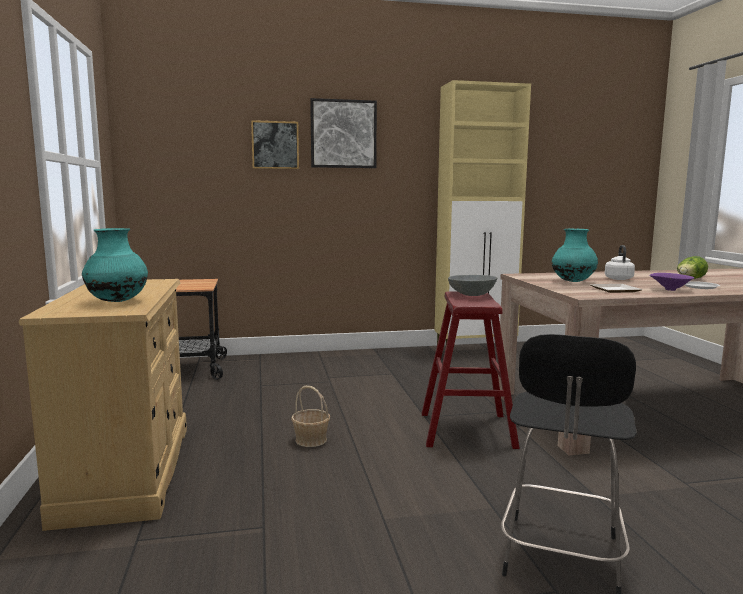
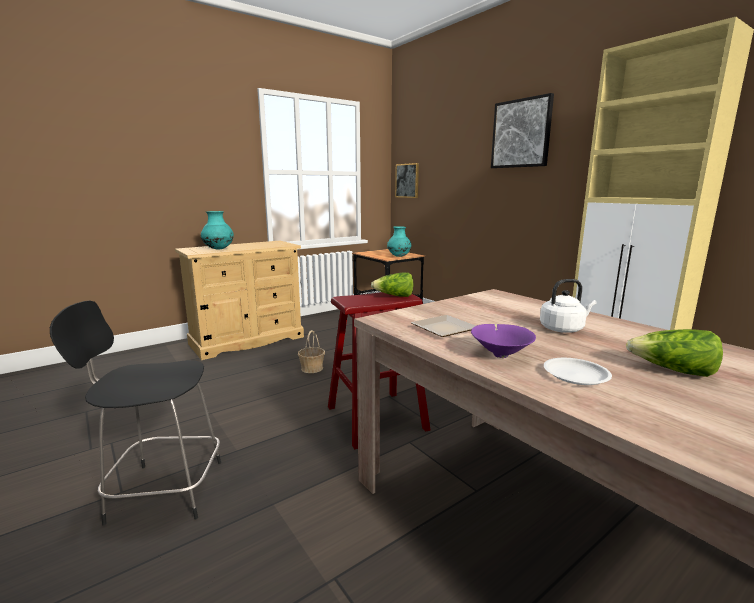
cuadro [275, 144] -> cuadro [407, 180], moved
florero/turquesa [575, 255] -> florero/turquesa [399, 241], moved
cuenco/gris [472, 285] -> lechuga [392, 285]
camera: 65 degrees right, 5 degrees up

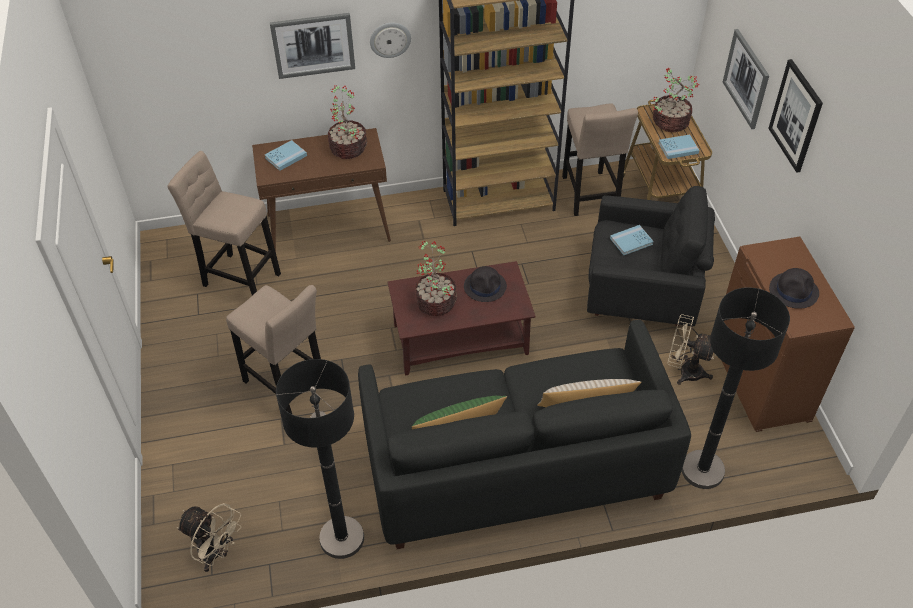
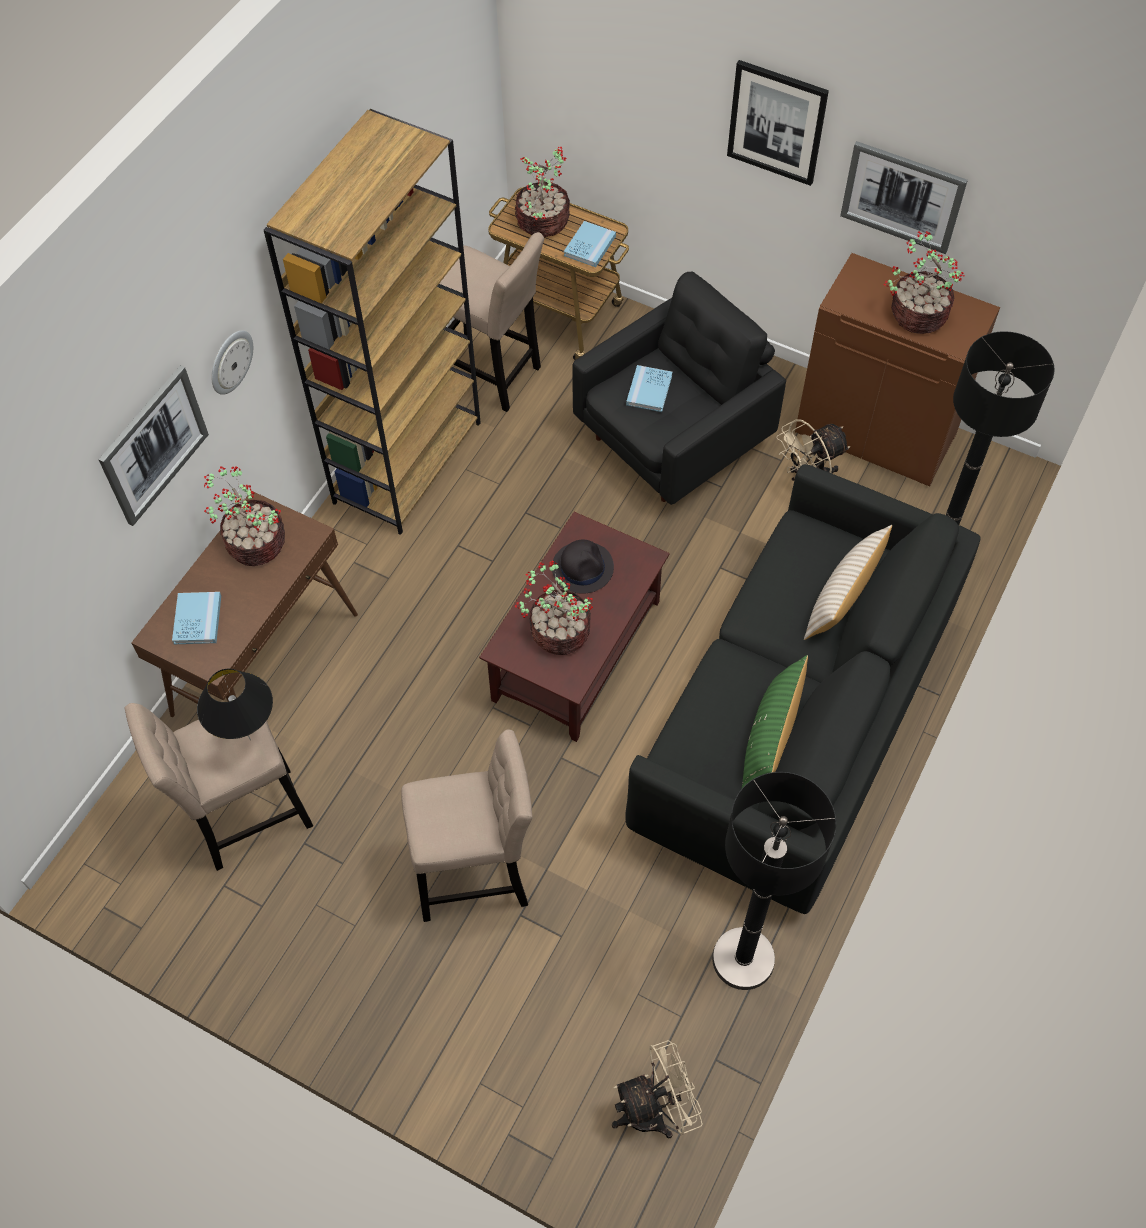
none -> lámpara de mesa/negro [235, 704]
cuadro [746, 79] -> cuadro [904, 197], moved
sombrero/negro [794, 288] -> planta en maceta [924, 282]
camera: 50 degrees left, 10 degrees up

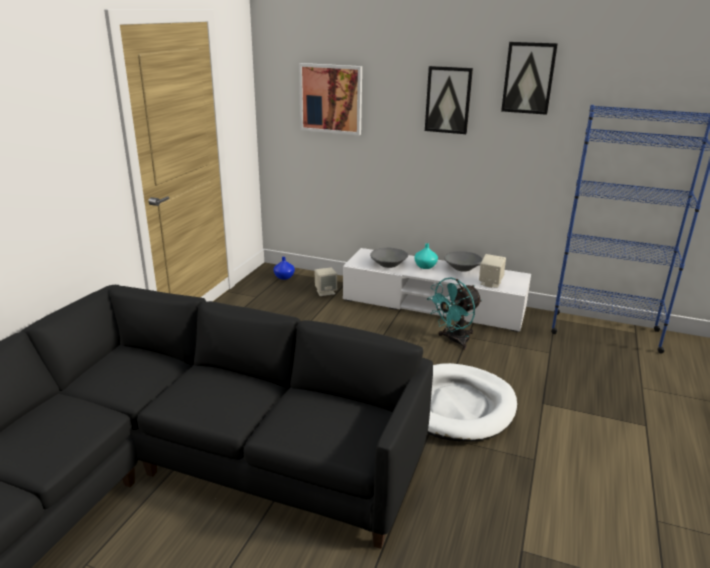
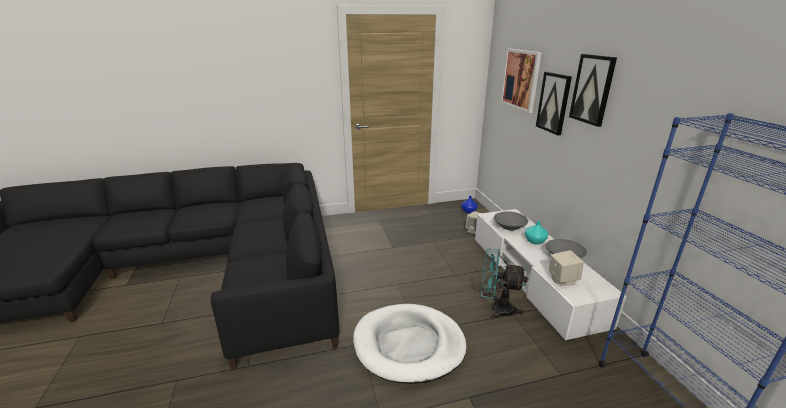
cuadro [529, 78] -> cuadro [554, 103], moved
camera: 55 degrees right, 0 degrees up

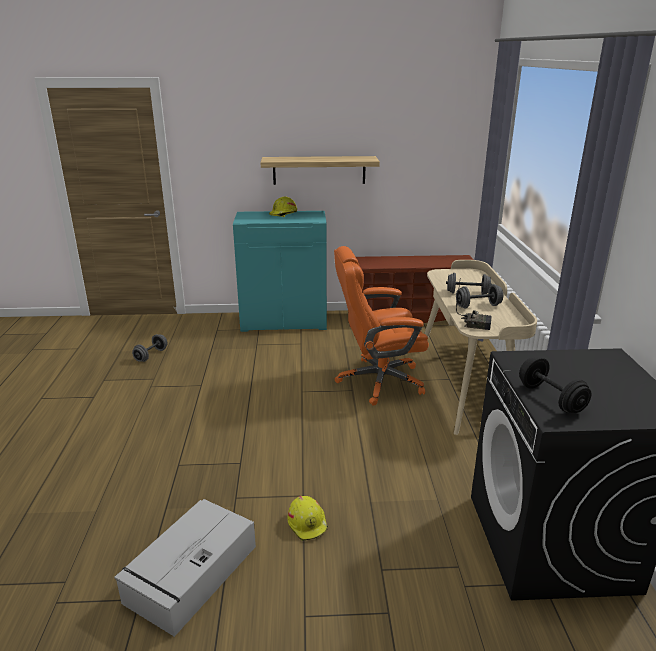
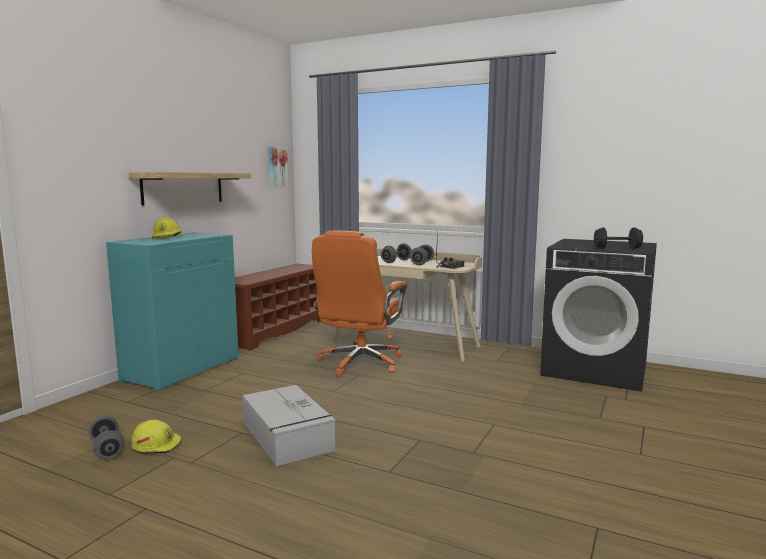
none -> cuadro [278, 166]
caja de almacenaje/gris [185, 568] -> caja de almacenaje/gris [289, 425], moved
casco/amarillo [308, 518] -> casco/amarillo [156, 437], moved
camera: 60 degrees left, 15 degrees down

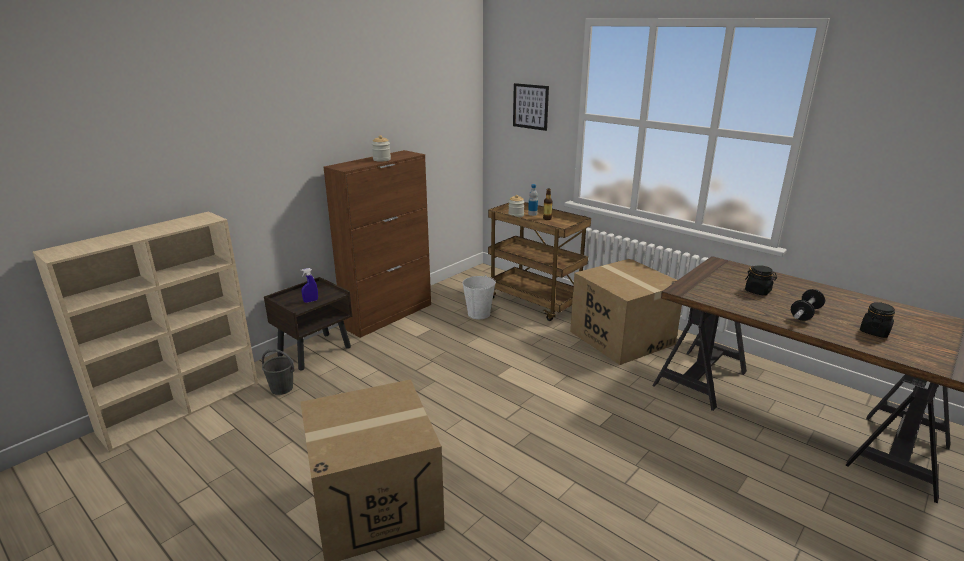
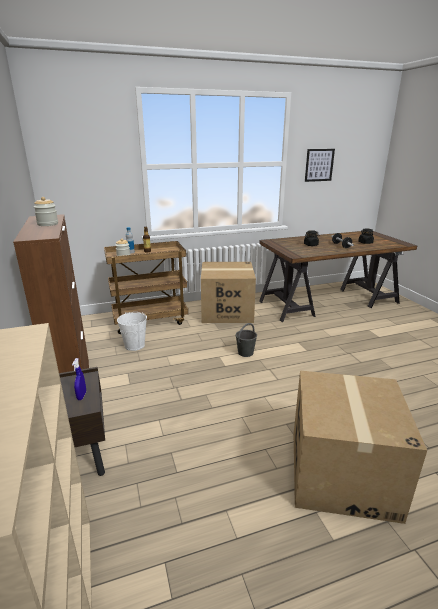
cubo/gris [278, 372] -> cubo/gris [246, 340], moved
cuadro [531, 107] -> cuadro [320, 165], moved
camera: 60 degrees left, 0 degrees up

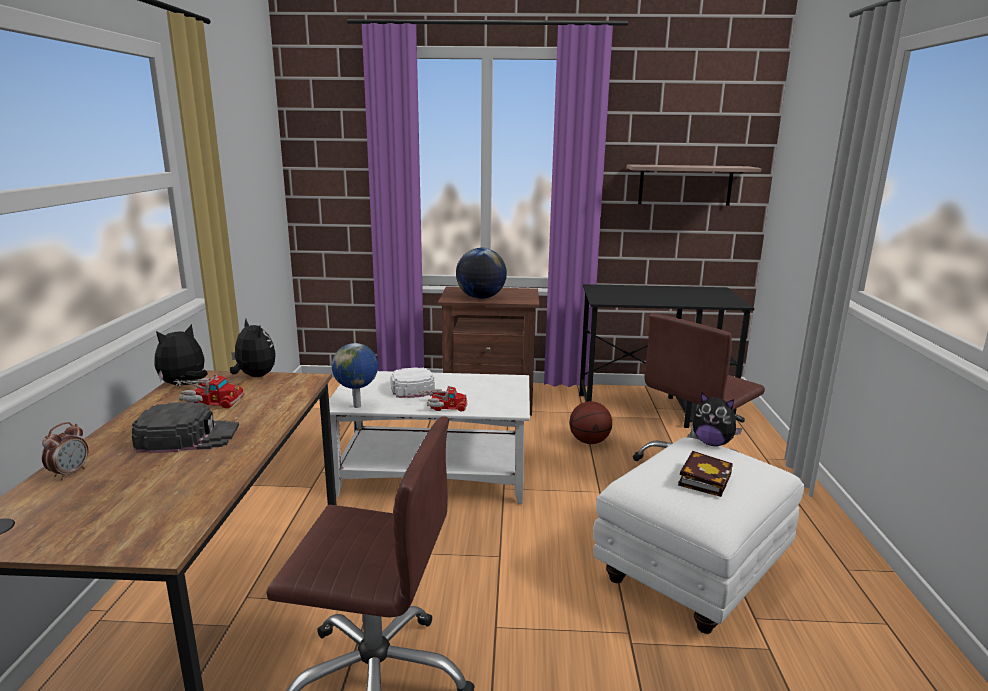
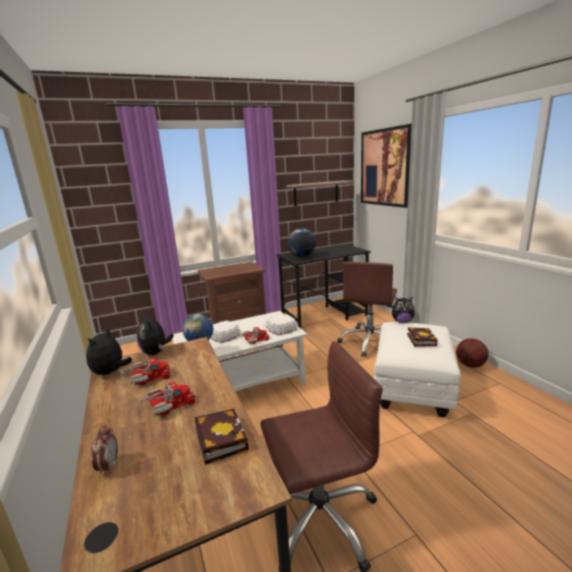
none -> libro [222, 437]
none -> gorra/blanco [280, 324]
none -> cuadro [386, 166]
globo terráqueo [481, 273] -> globo terráqueo [301, 242], moved
balón de baloncesto [590, 422] -> balón de baloncesto [472, 353], moved
gorra/negro [185, 427] -> camión de juguete [165, 398]
peluche [253, 348] -> peluche [155, 334], 135 degrees counterclockwise
camera: 25 degrees left, 0 degrees up

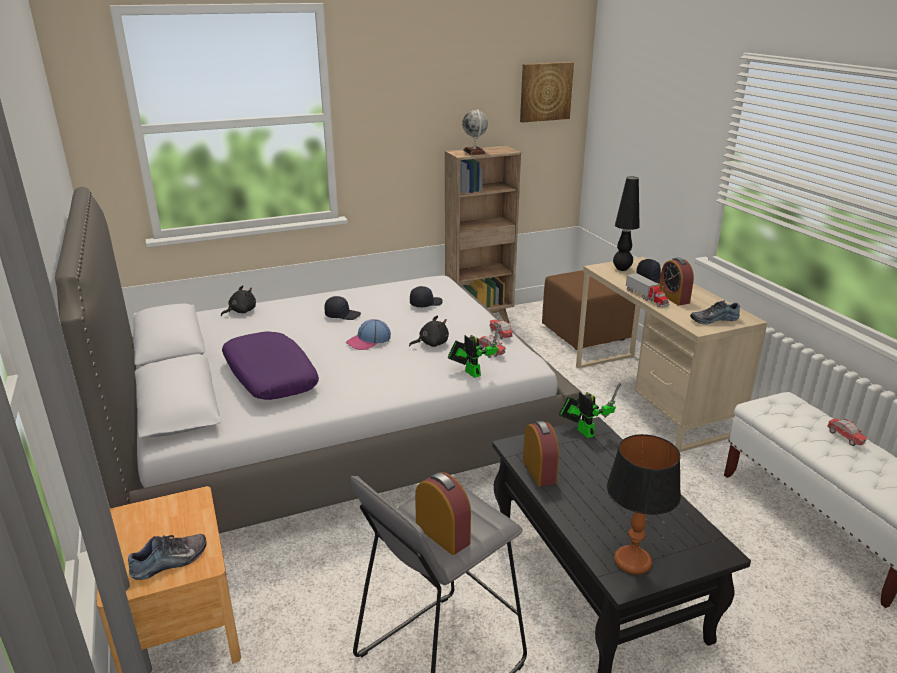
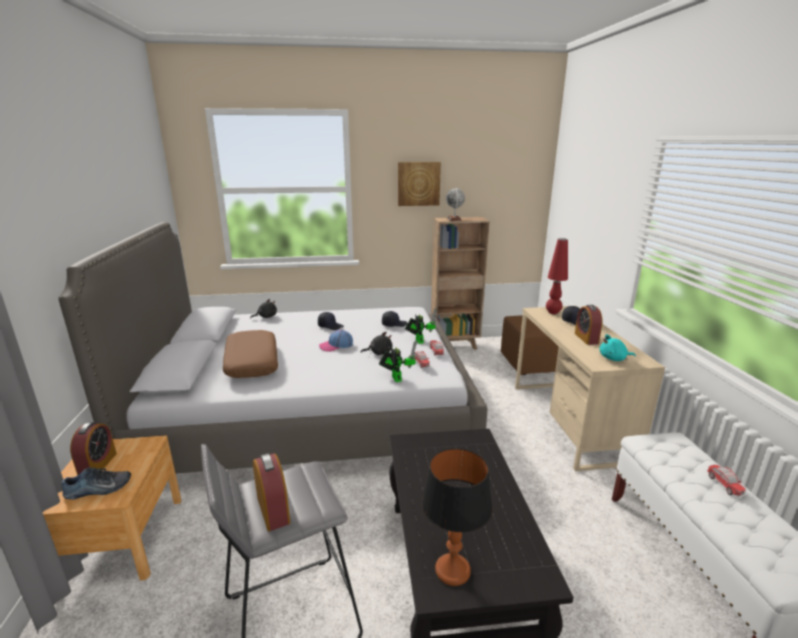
camión de juguete [648, 290] -> none
cuadro [547, 92] -> cuadro [419, 184], moved
despertador [541, 454] -> despertador [93, 449], moved
robot de juguete [590, 410] -> robot de juguete [421, 326], moved
zapato [715, 312] -> peluche/turquesa [618, 347]
cojín/morado [270, 366] -> cojín/marrón [250, 354]
lámpara de mesa/negro [626, 223] -> lámpara de mesa/rojo [557, 276]
camera: 15 degrees right, 5 degrees down

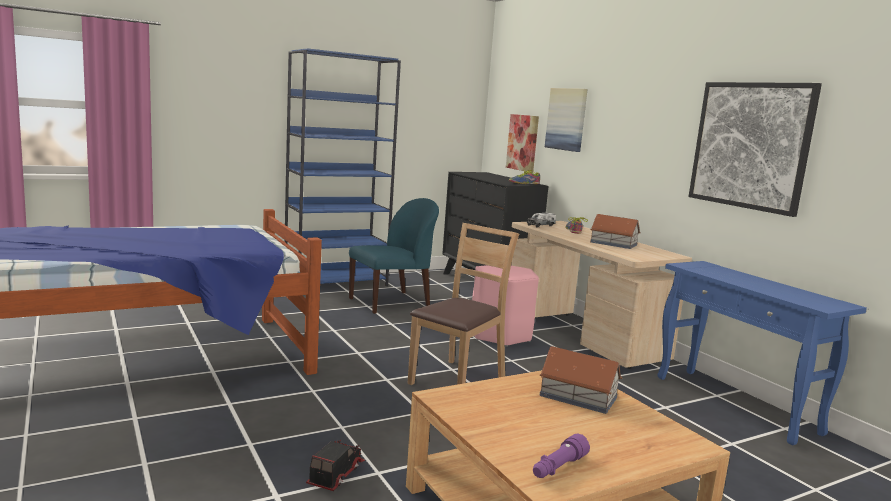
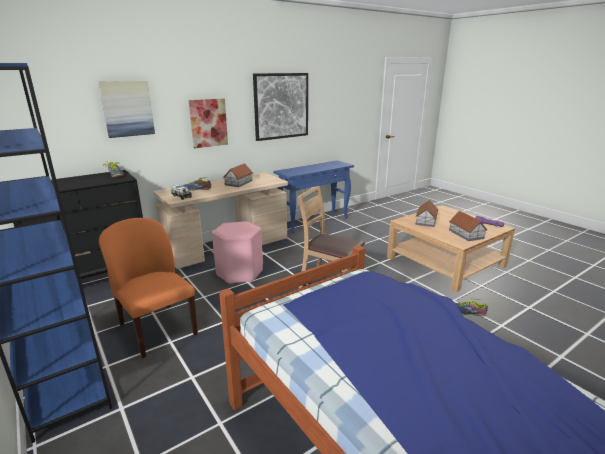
none -> casita [468, 226]
cuadro [522, 143] -> cuadro [208, 123], moved
camión de juguete [335, 465] -> zapato [471, 307]
silla/azul [394, 256] -> silla/naranja [148, 288]
camera: 95 degrees left, 10 degrees up

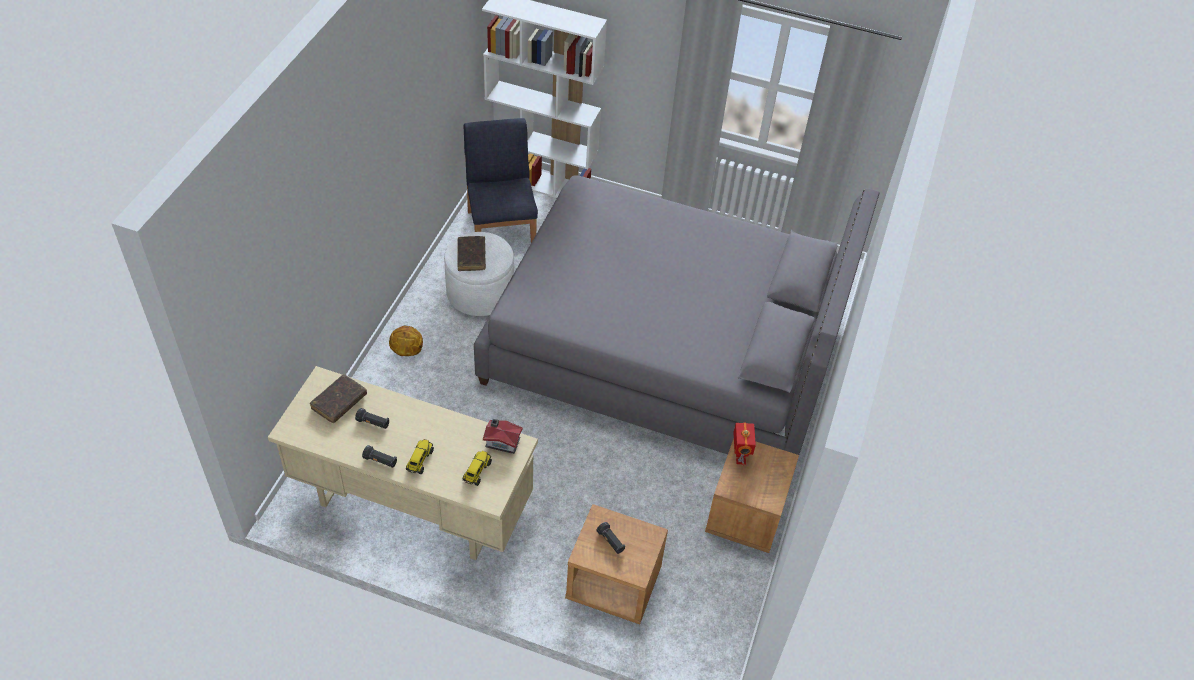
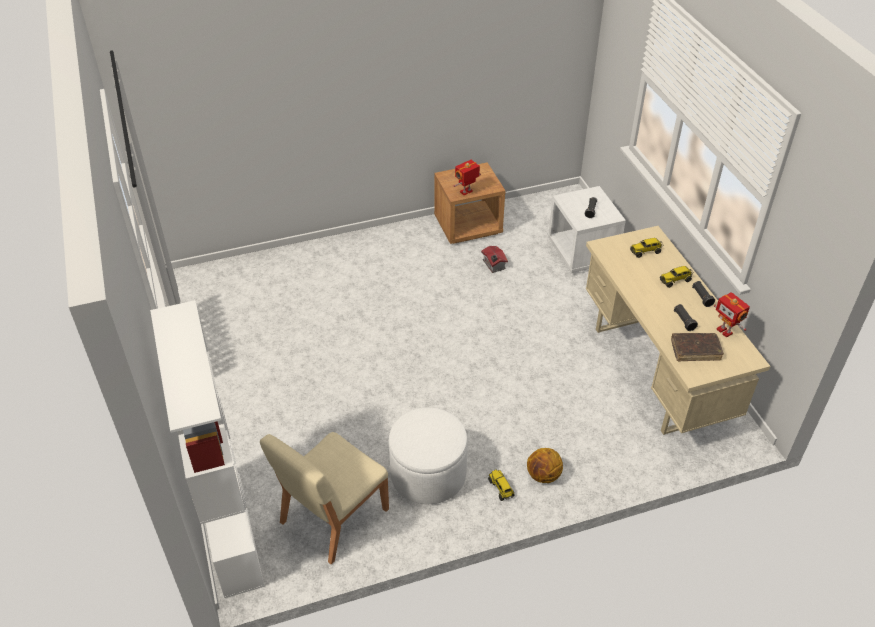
libro/marrón [471, 253] -> none
cama/gris [676, 315] -> none
none -> camión de juguete [501, 485]
none -> robot de juguete [732, 315]
casita [503, 436] -> casita [494, 259], moved
silla/azul [501, 180] -> silla/beis [324, 498]
mesita de noche/marrón [616, 564] -> mesita de noche/blanco [587, 229]
camera: 125 degrees left, 5 degrees down

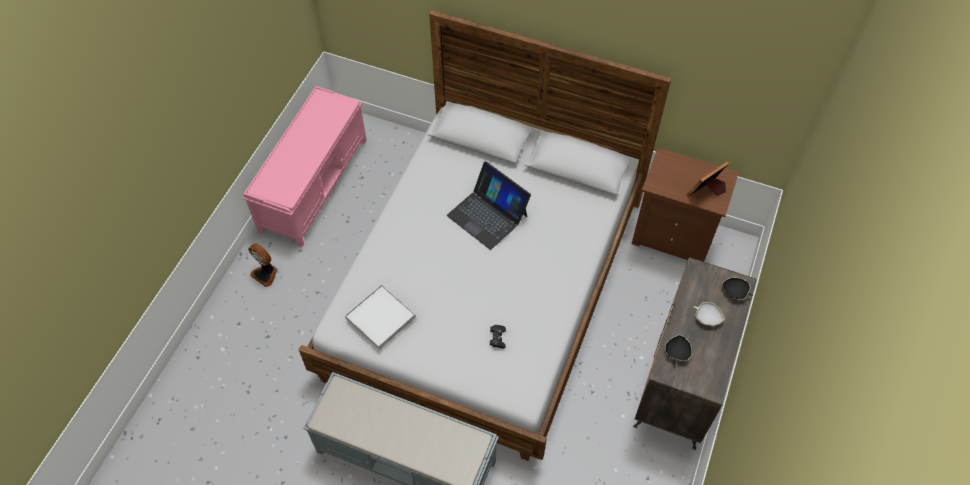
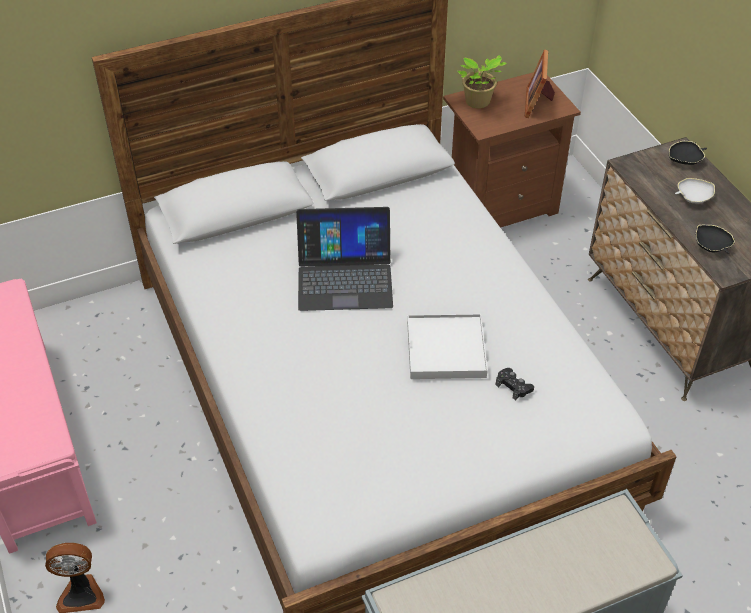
none -> planta en maceta [482, 81]
bandeja/blanco [380, 317] -> bandeja/blanco [447, 346], moved
camera: 45 degrees left, 10 degrees down

